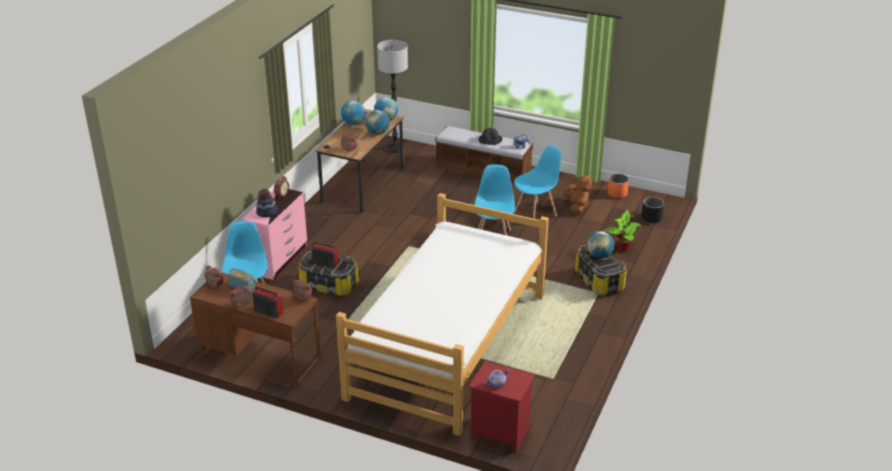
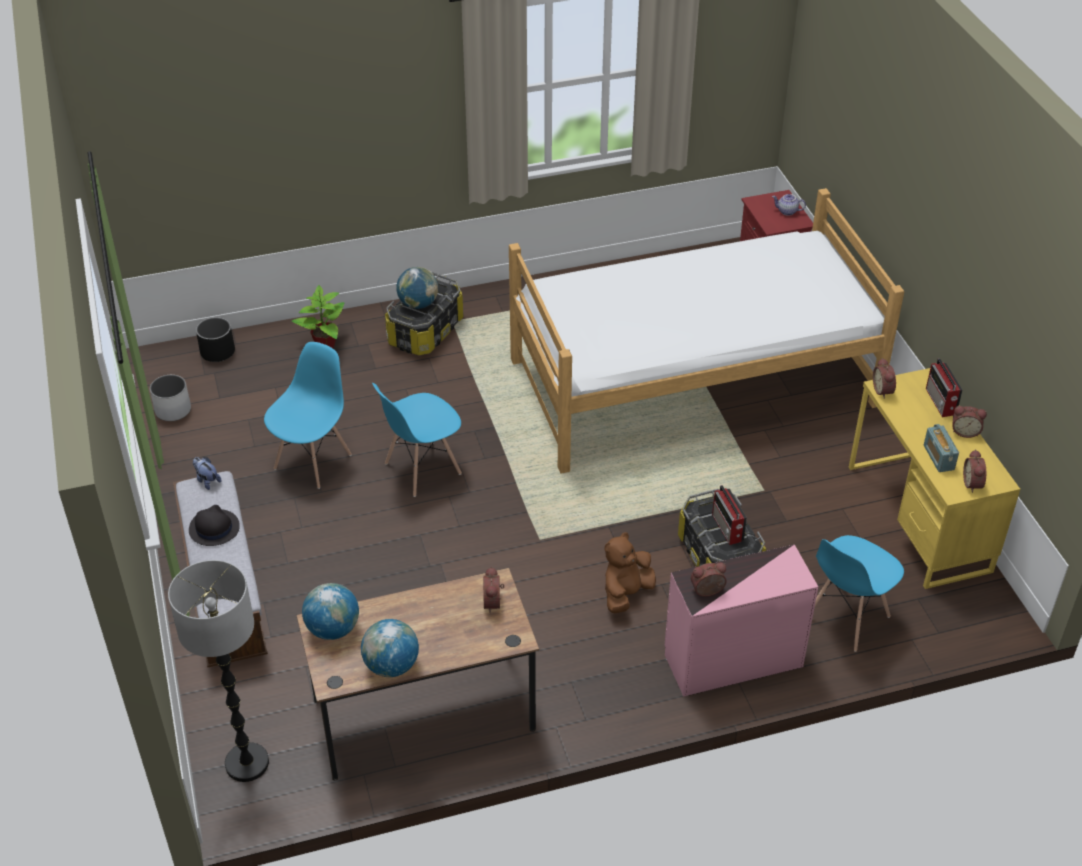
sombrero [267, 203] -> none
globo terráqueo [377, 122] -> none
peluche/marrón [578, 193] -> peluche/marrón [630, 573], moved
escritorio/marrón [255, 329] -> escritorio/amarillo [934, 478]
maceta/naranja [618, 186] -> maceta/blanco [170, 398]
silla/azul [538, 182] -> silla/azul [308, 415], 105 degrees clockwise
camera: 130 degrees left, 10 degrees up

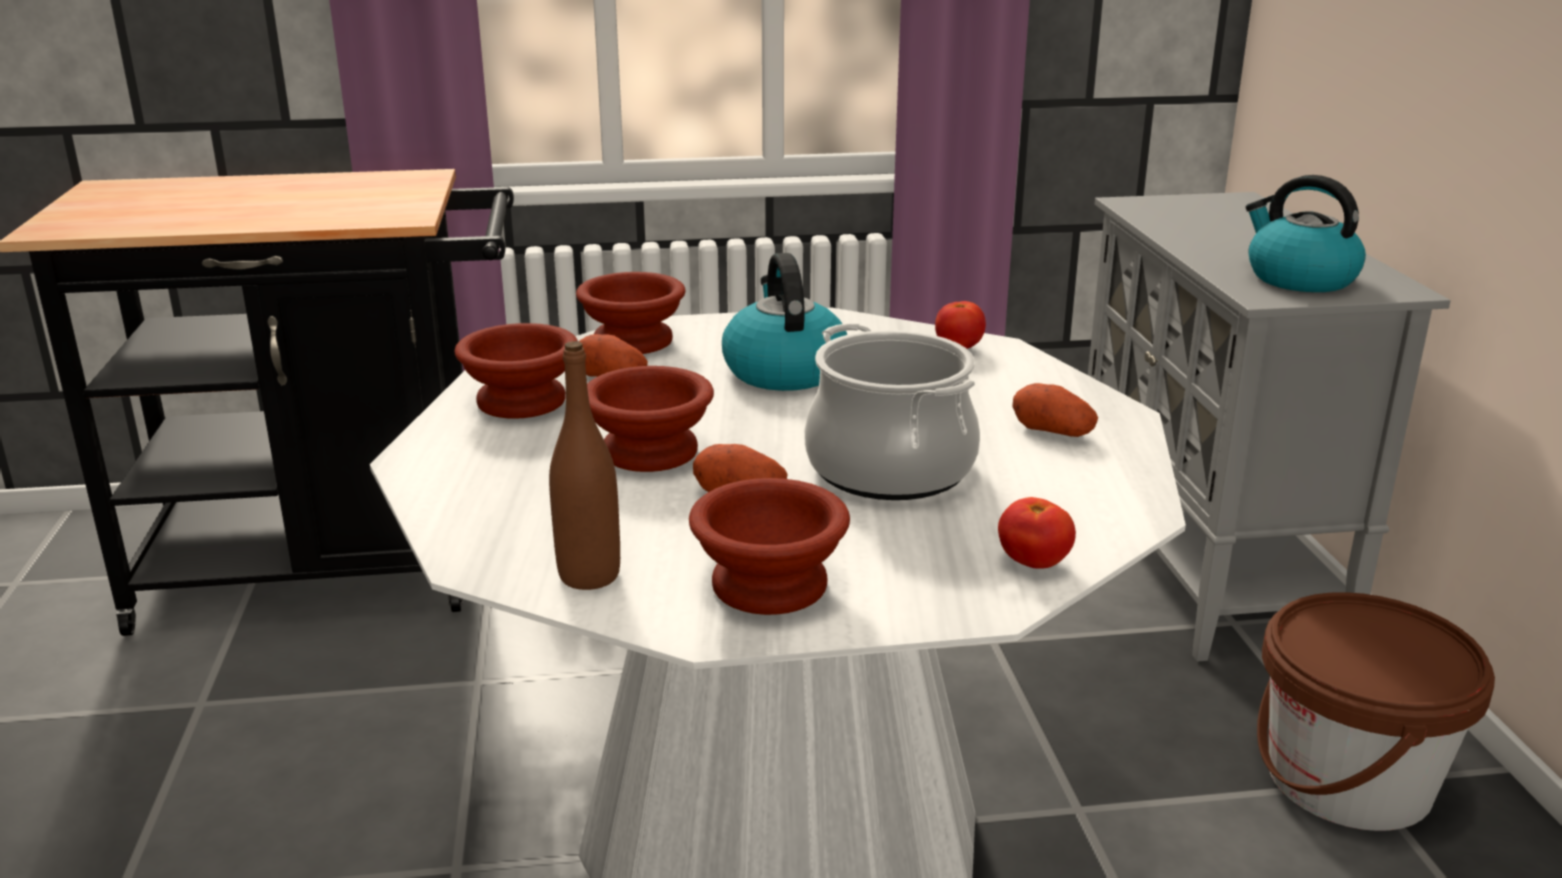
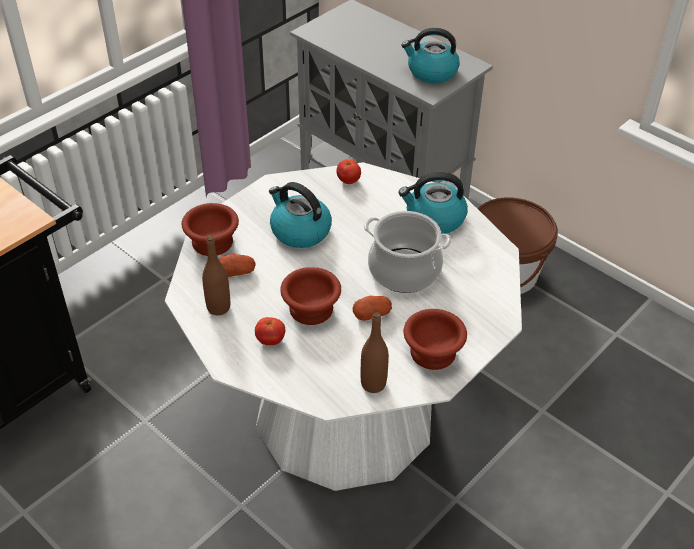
tomate [1037, 533] -> tomate [270, 331], moved
cuenco/marrón [516, 371] -> botella/marrón [216, 276]
patata [1055, 410] -> hervidor [433, 203]
camera: 40 degrees left, 20 degrees up

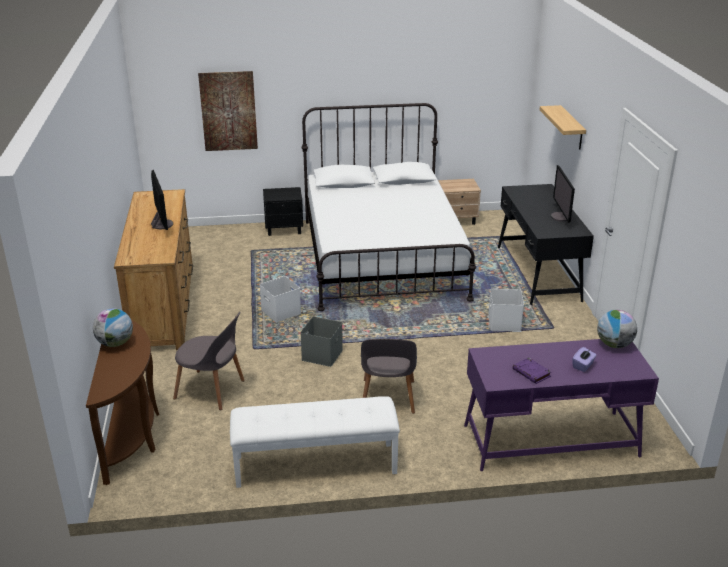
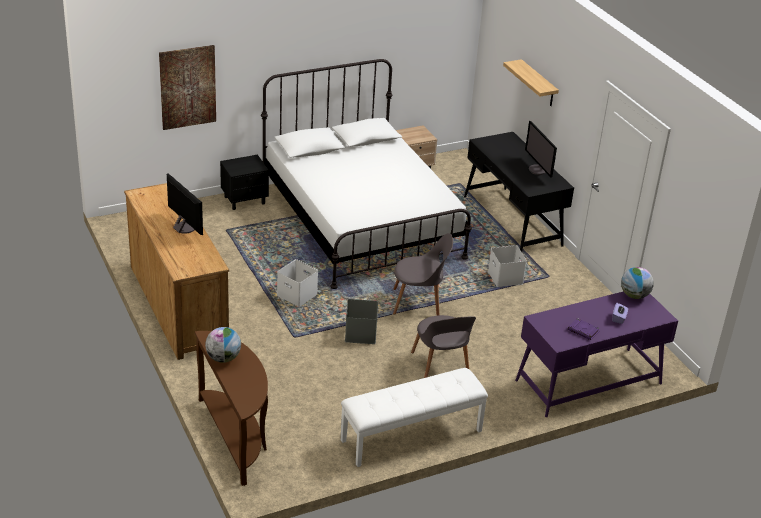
silla/gris [209, 361] -> silla/gris [423, 274], moved
camera: 20 degrees left, 5 degrees up

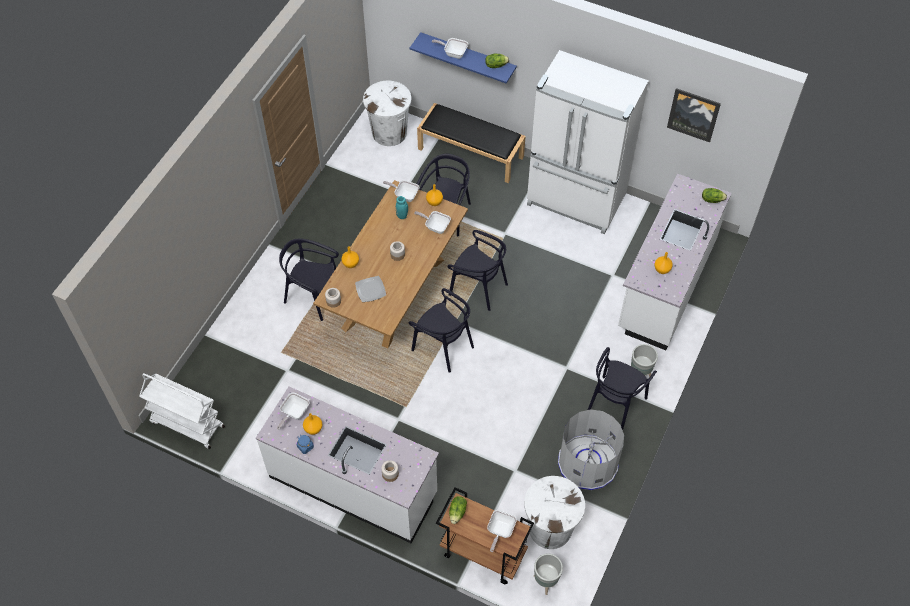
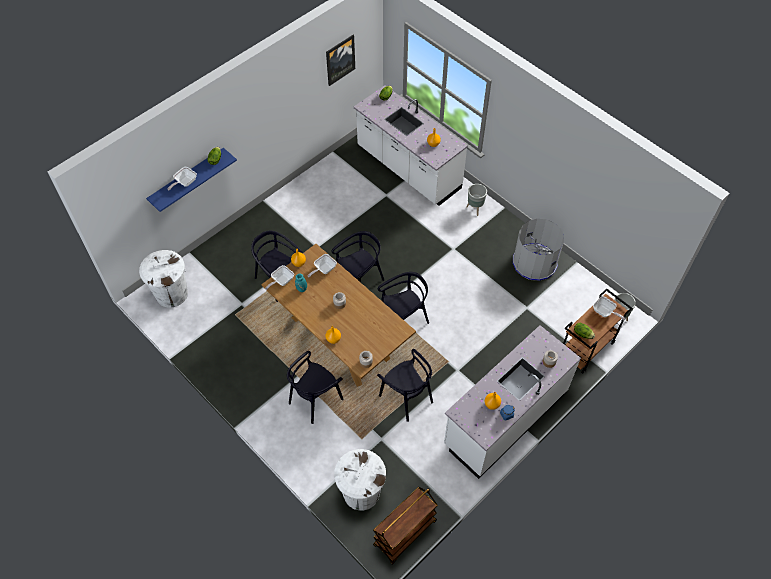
sartén [293, 411] -> none
plato [370, 289] -> none
banco/negro [471, 143] -> none
nevera/blanco [588, 142] -> none
papelera/blanco [554, 512] -> papelera/blanco [360, 480], moved
silla/negro [622, 388] -> silla/negro [405, 385], moved
carrito/blanco [182, 411] -> carrito/marrón [405, 526]
camera: 70 degrees left, 0 degrees up

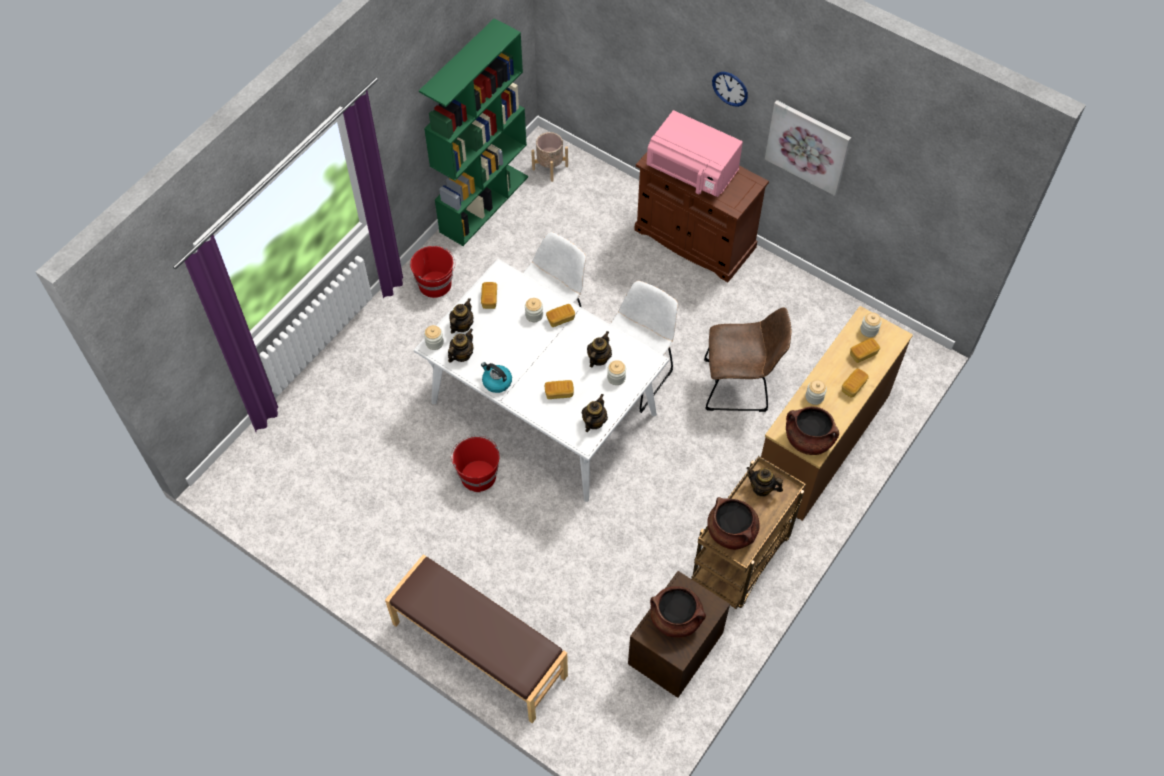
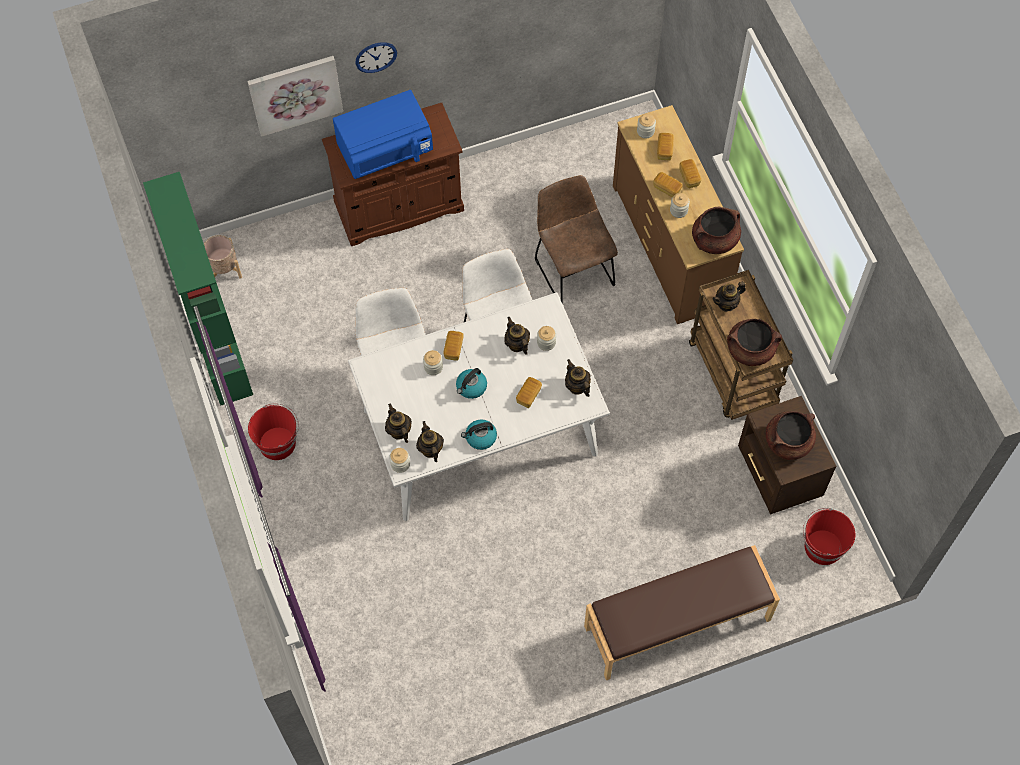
none -> hervidor [471, 383]
cubo/rojo [475, 463] -> cubo/rojo [829, 536], moved
pan [489, 295] -> pan [668, 184], moved
cuadro [808, 148] -> cuadro [295, 96], moved
microondas/rosa [695, 153] -> microondas/azul [383, 134]
silla/marrón [747, 359] -> silla/marrón [576, 239], 60 degrees counterclockwise
camera: 55 degrees left, 5 degrees up

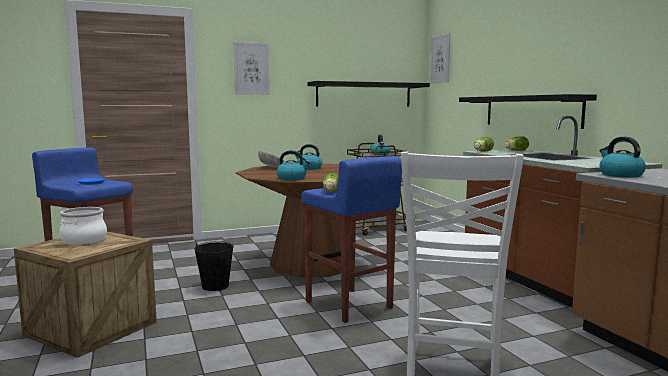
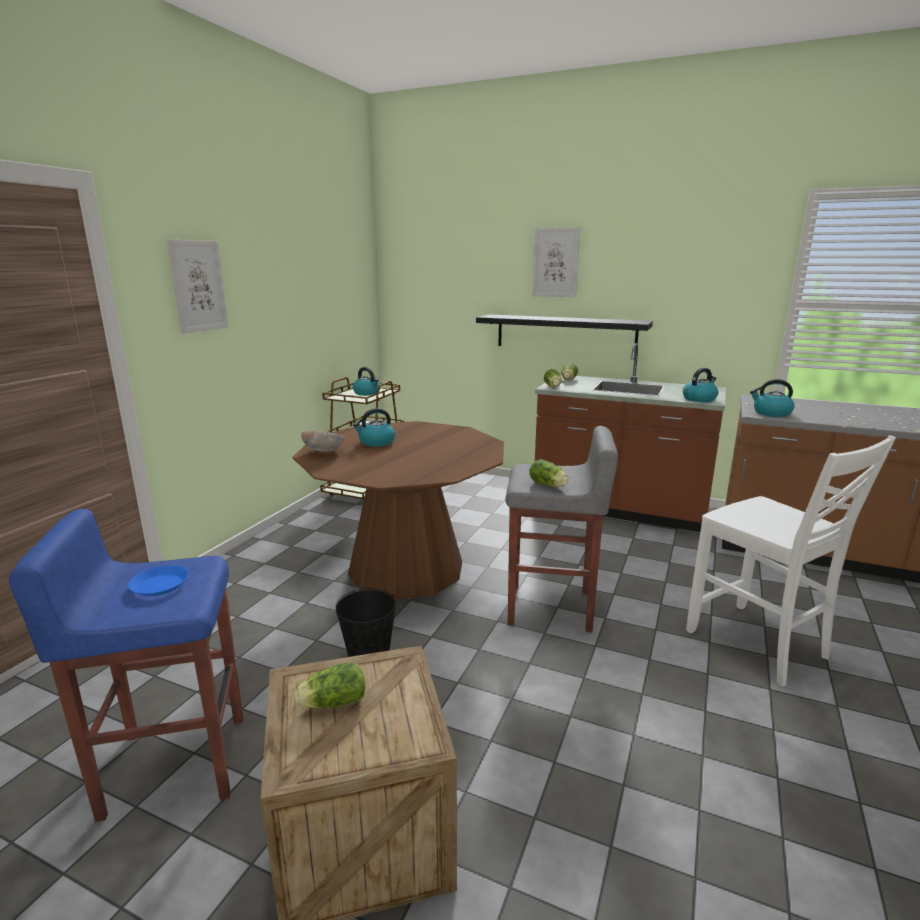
estante/negro [368, 94] -> none
hervidor [293, 165] -> hervidor [700, 385], moved
cuadro [440, 58] -> cuadro [556, 262], moved
olla [83, 226] -> lechuga [329, 685]
taburete/azul [351, 239] -> taburete/gris [562, 529]
camera: 45 degrees left, 10 degrees up

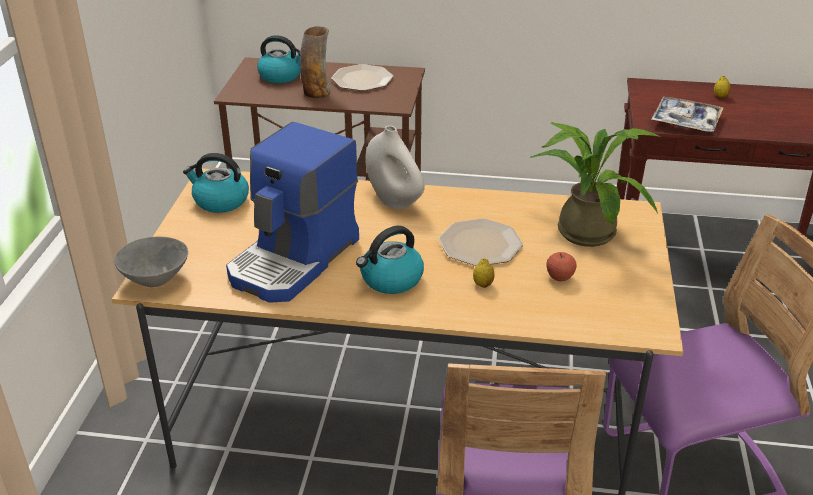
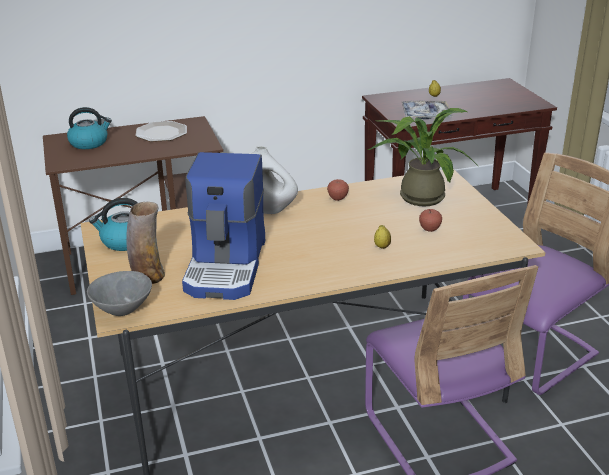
hervidor [390, 260] -> none
plato [481, 242] -> none
none -> manzana [338, 190]
florero [315, 62] -> florero [145, 242], moved
camera: 25 degrees left, 5 degrees down

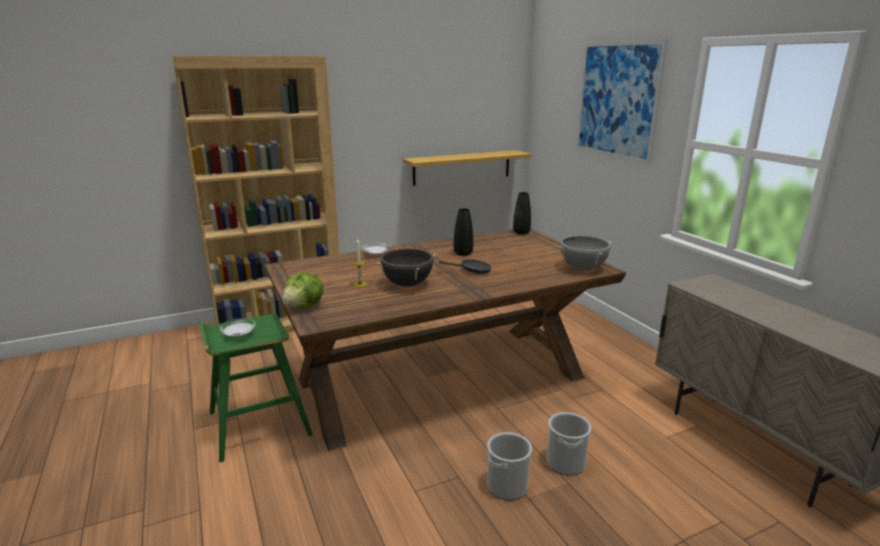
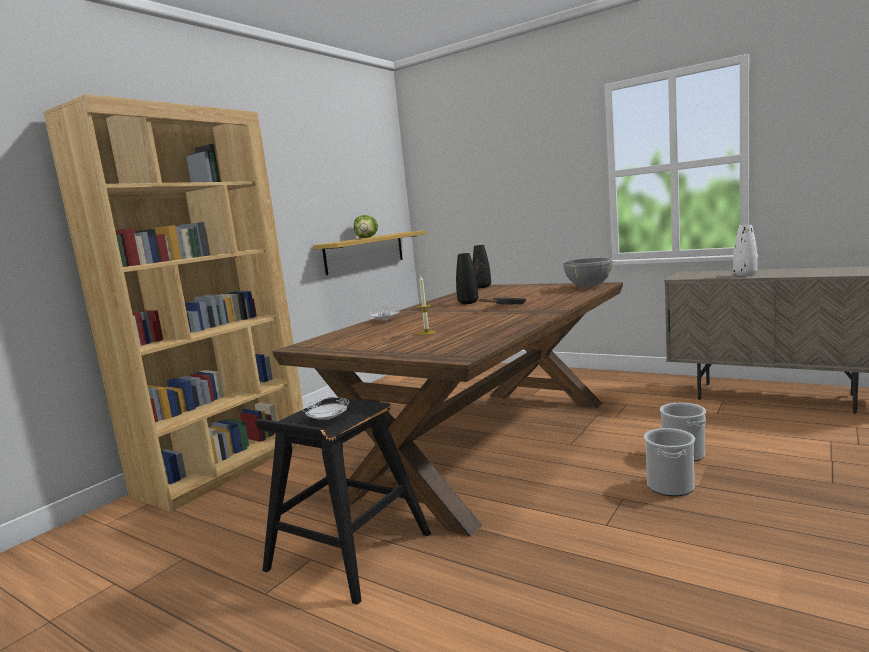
olla/negro [406, 267] -> none
cuadro [622, 102] -> none
none -> florero/blanco [745, 250]
lechuga [303, 290] -> lechuga [366, 226], moved
taburete/verde [256, 388] -> taburete/negro [343, 501]
camera: 30 degrees left, 10 degrees down

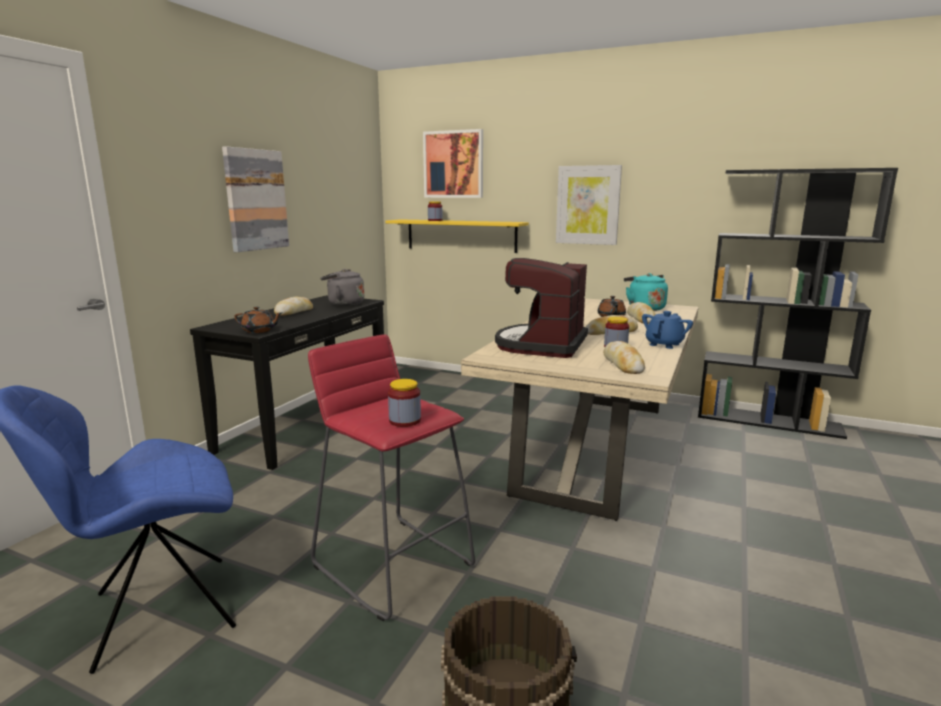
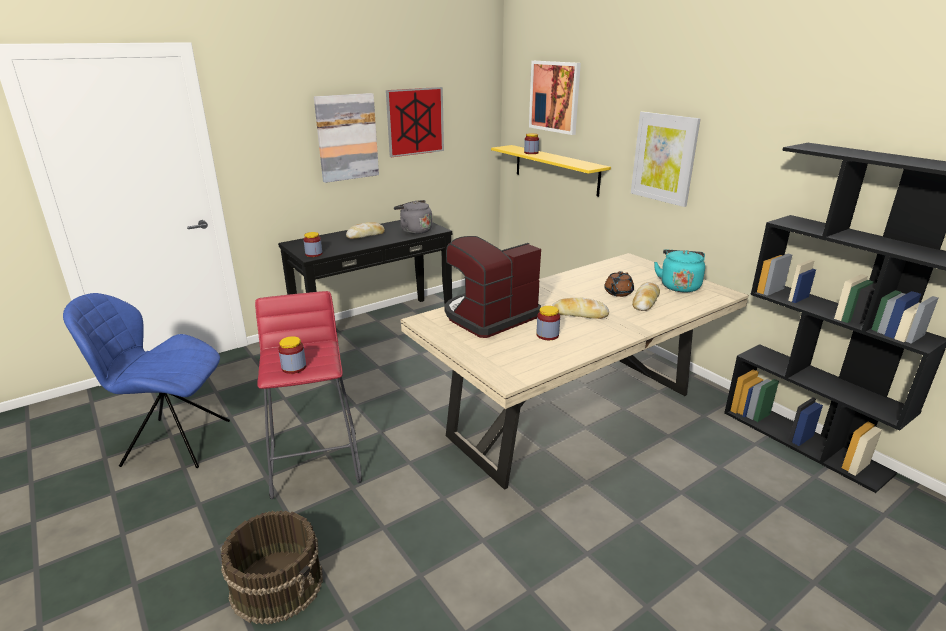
pan [624, 357] -> none
tetera/azul [667, 330] -> none
none -> cuadro [415, 122]
tetera/marrón [258, 320] -> tarro [312, 244]
camera: 30 degrees right, 10 degrees up

